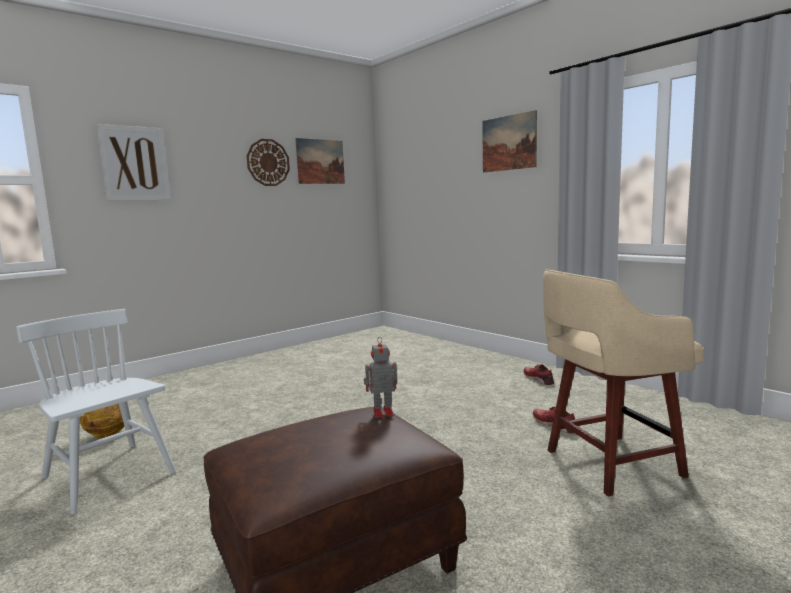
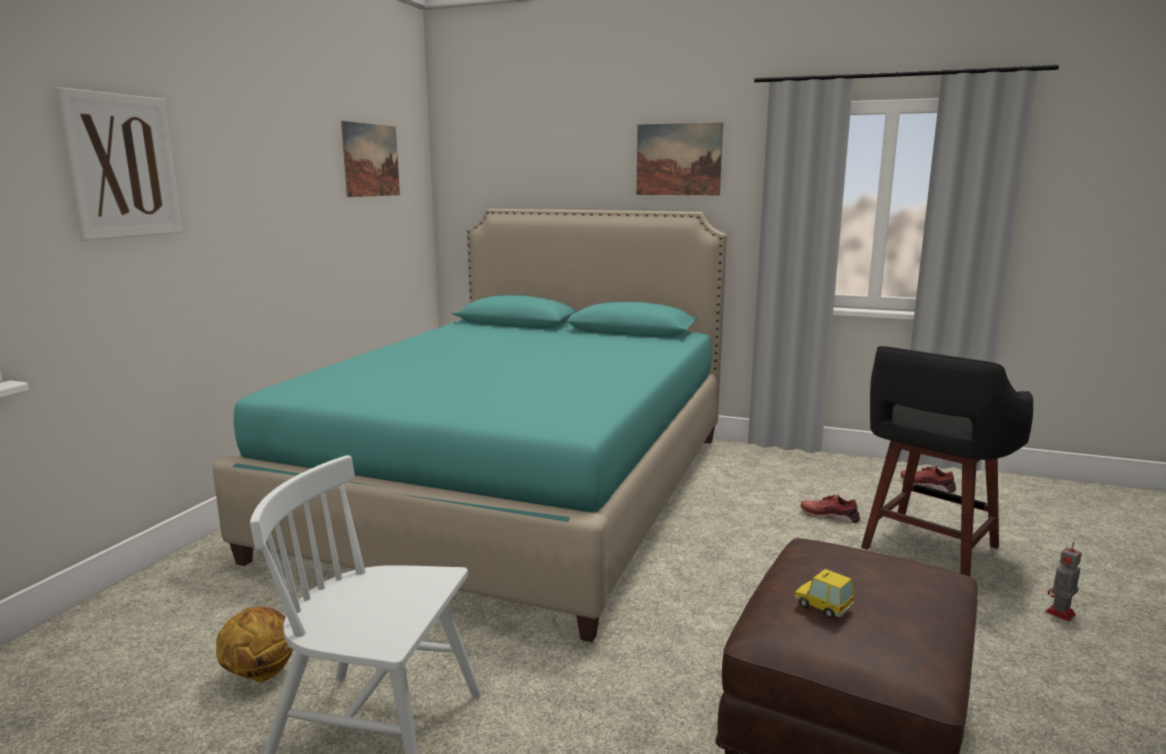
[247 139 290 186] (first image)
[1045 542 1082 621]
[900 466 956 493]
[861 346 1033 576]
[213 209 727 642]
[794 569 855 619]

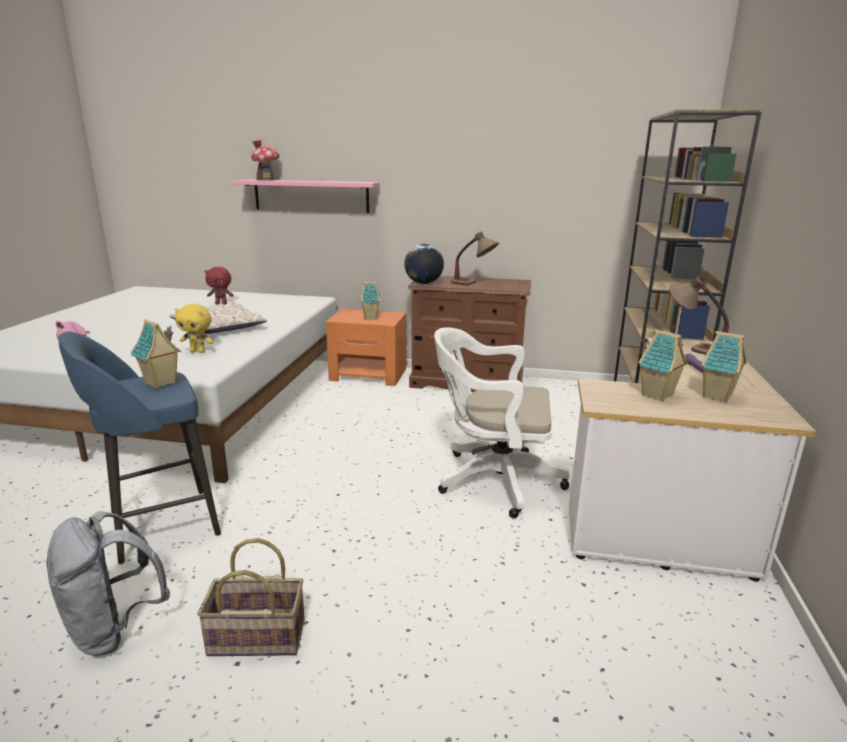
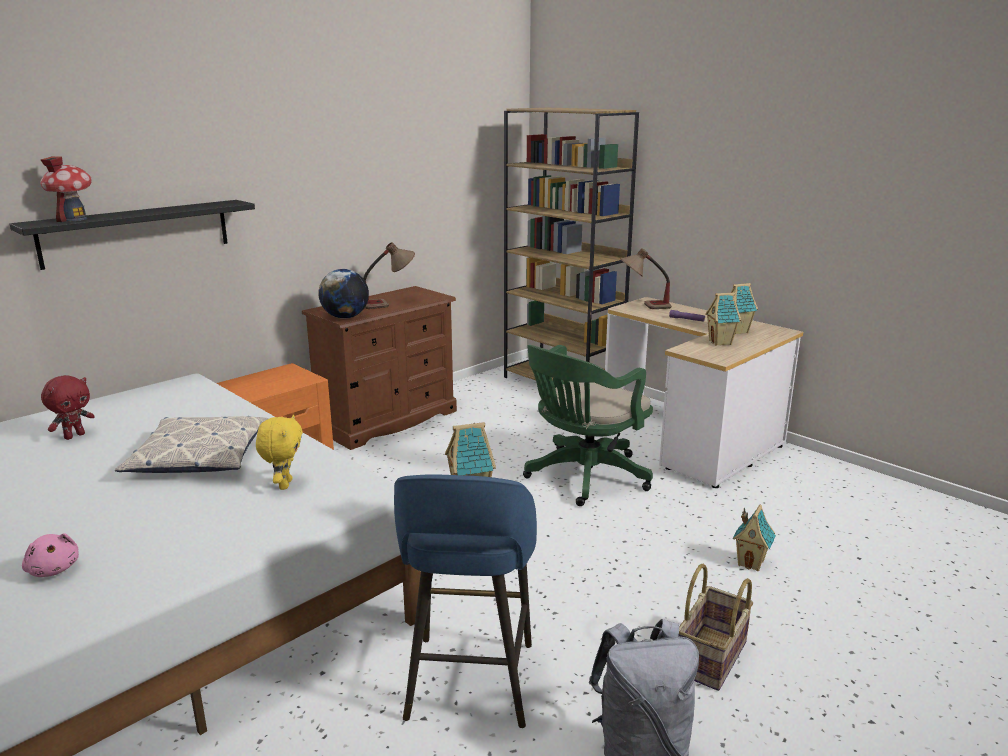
[256 415 303 490]
[9 200 255 270]
[733 505 776 571]
[523 345 653 506]

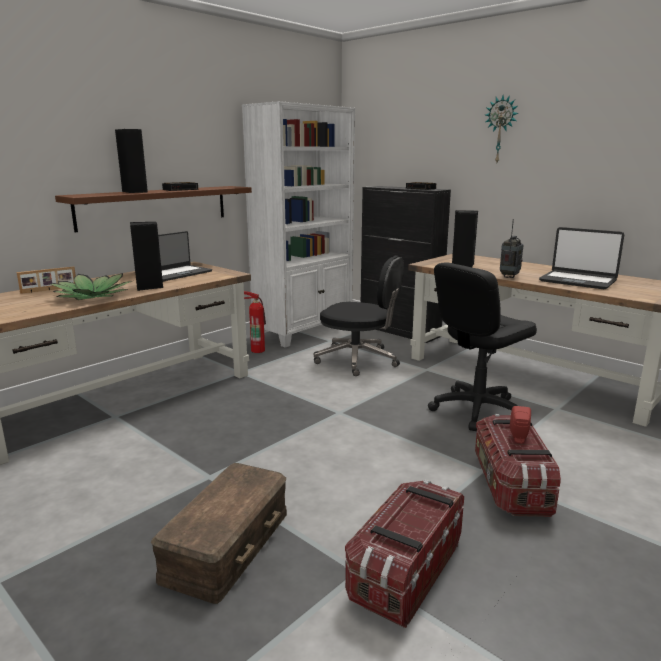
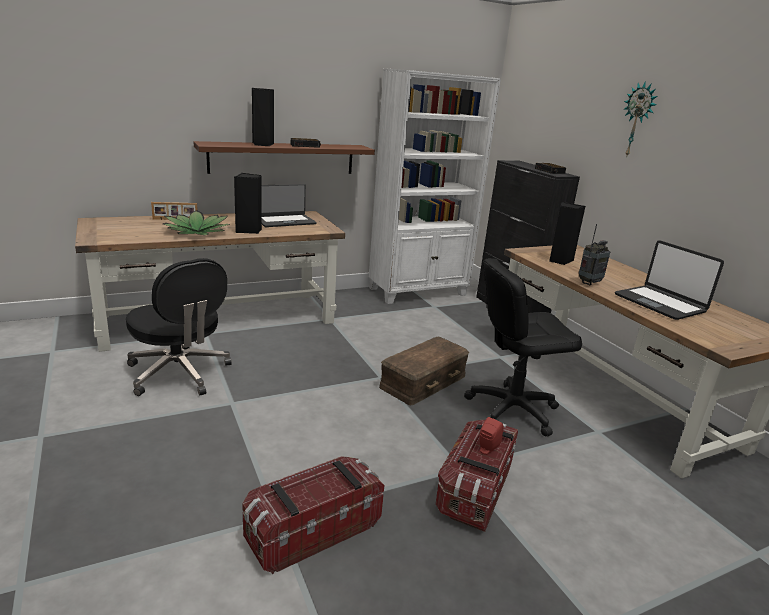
[379 337 469 405]
[244 291 266 353] (first image)
[126 258 232 396]

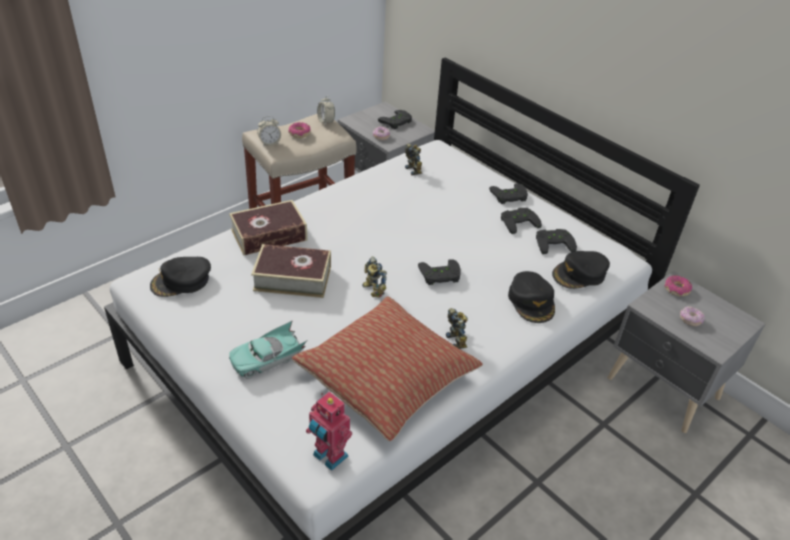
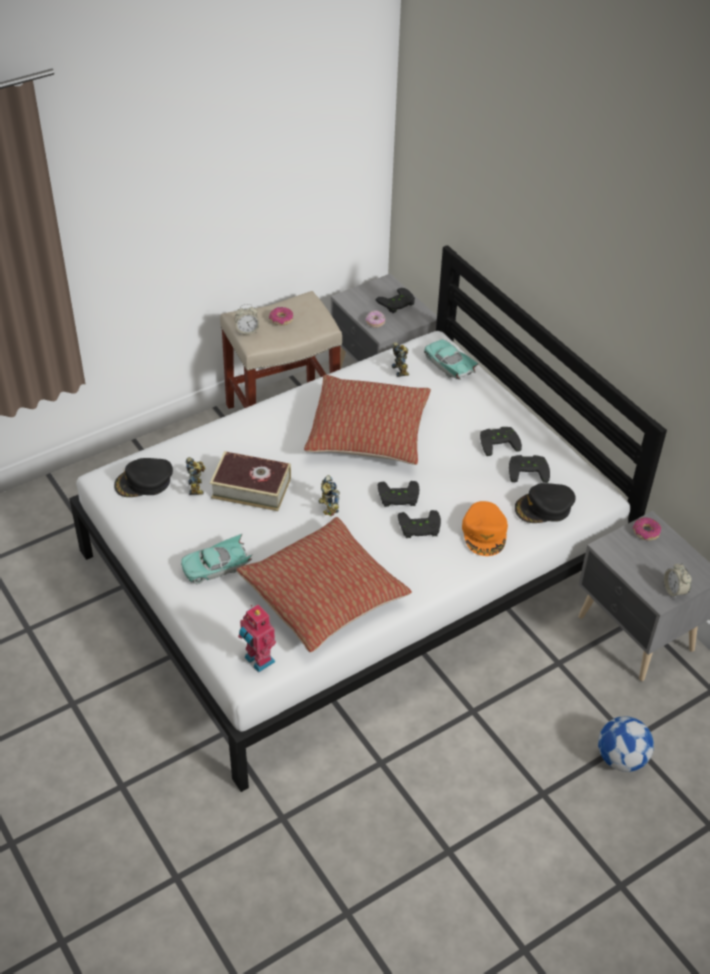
[229 200 308 256] (first image)
[664 563 692 599]
[186 457 206 495]
[397 510 441 538]
[462 501 508 556]
[680 306 705 326] (first image)
[304 375 431 465]
[424 339 479 380]
[598 716 654 772]

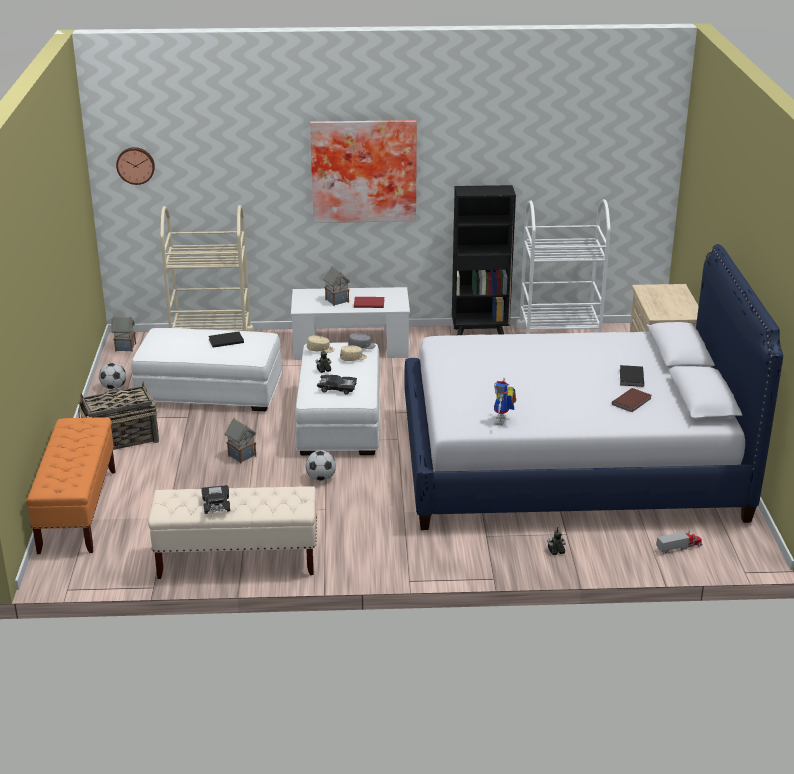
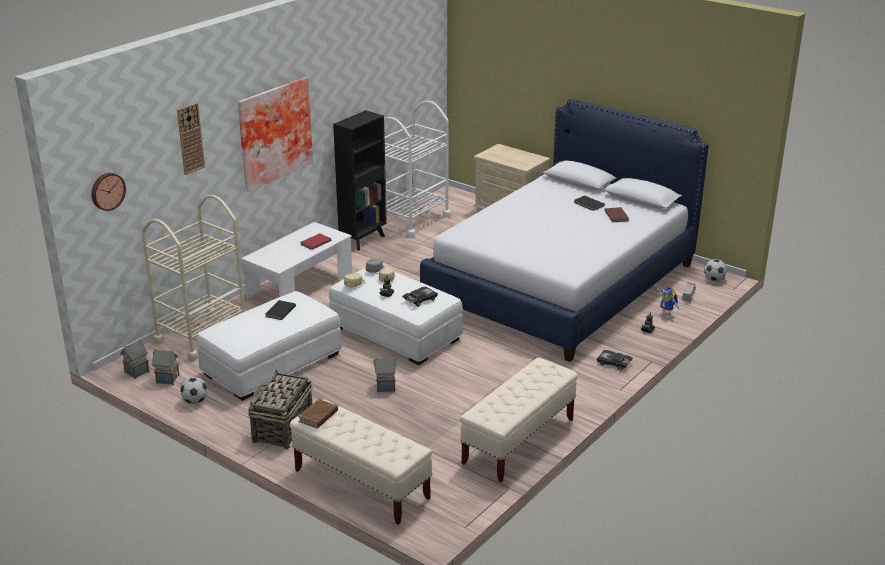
[290 399 432 525]
[597 350 633 370]
[704 259 727 281]
[152 349 180 385]
[657 286 680 319]
[177 103 205 175]
[298 399 338 429]

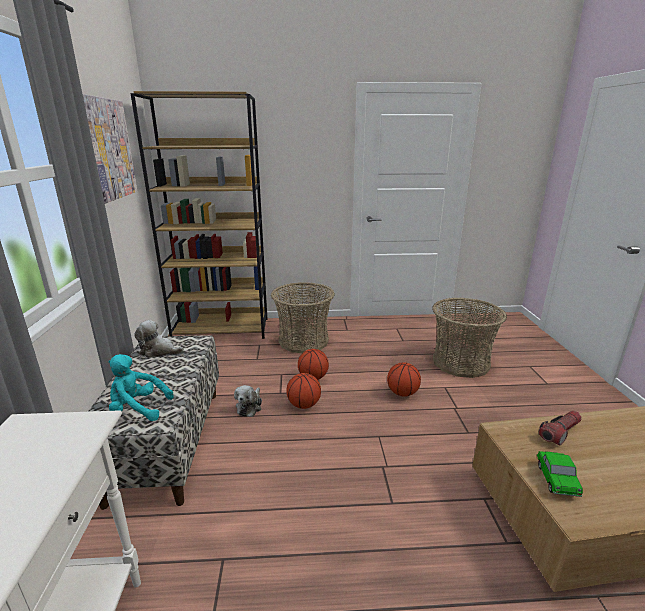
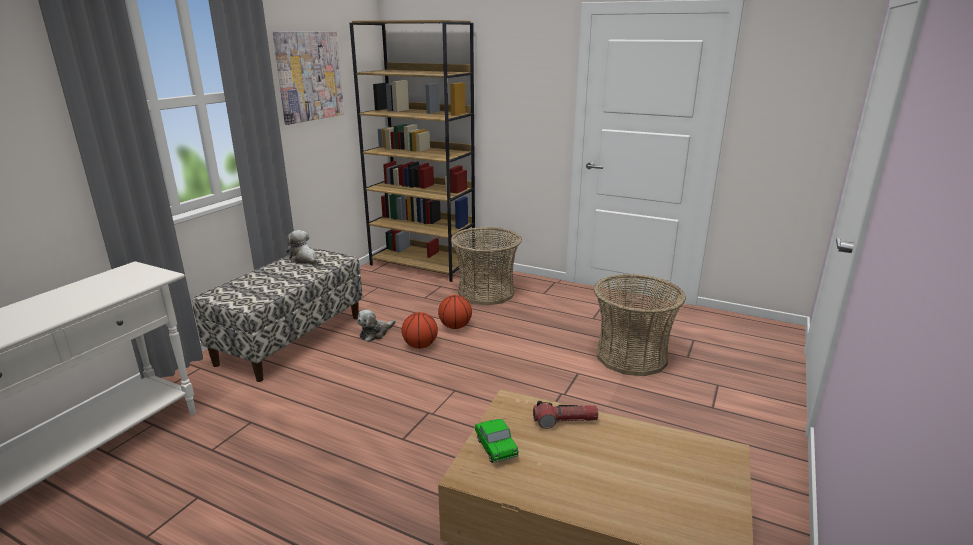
[109 354 174 421] (first image)
[387 362 421 397] (first image)
[475 419 519 463]

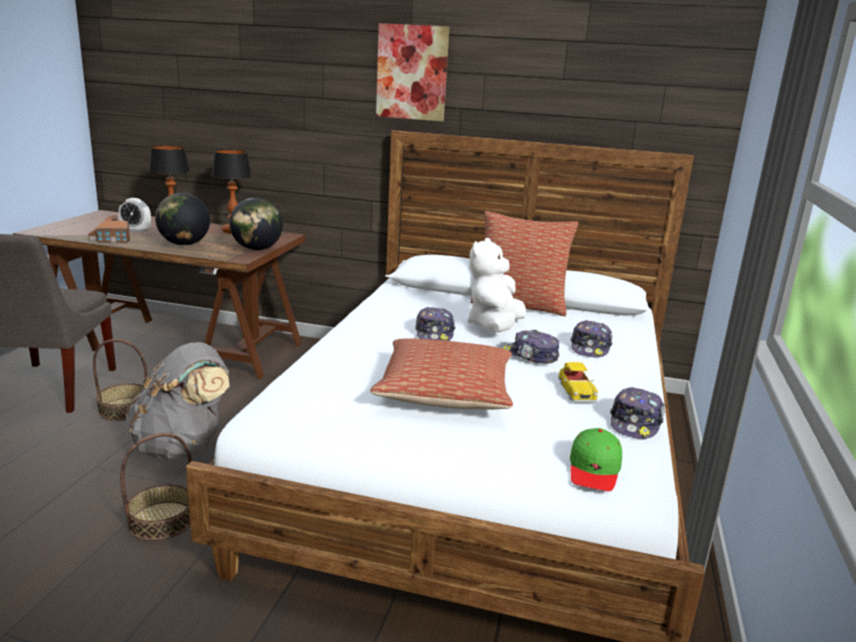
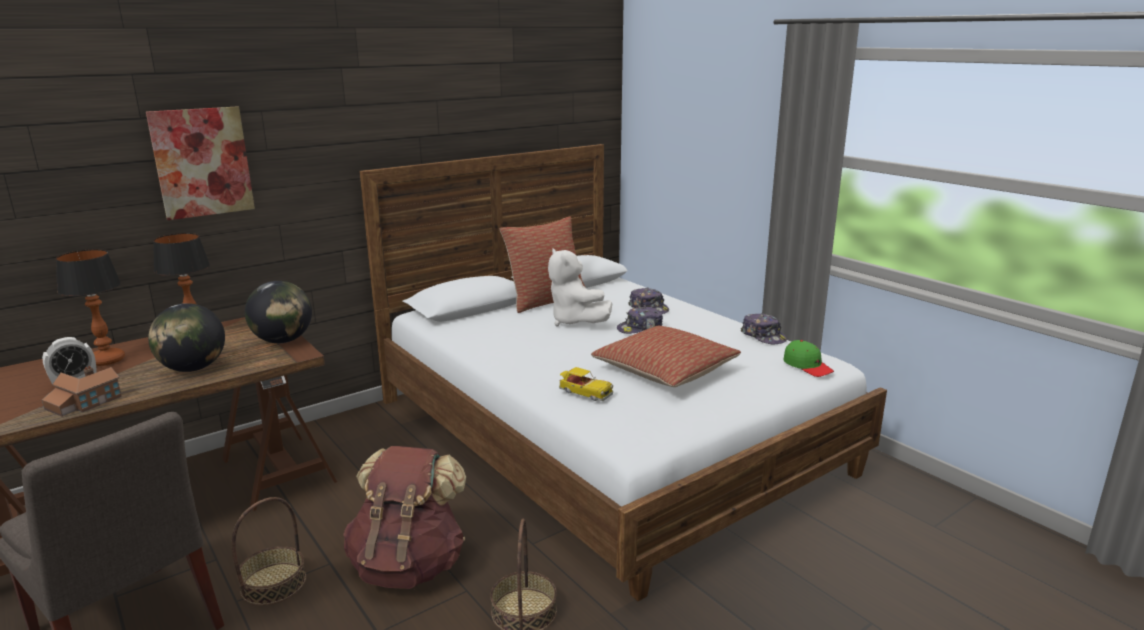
[343 446 466 589]
[146 106 255 220]
[415 306 456 341] (first image)
[559 367 613 401]

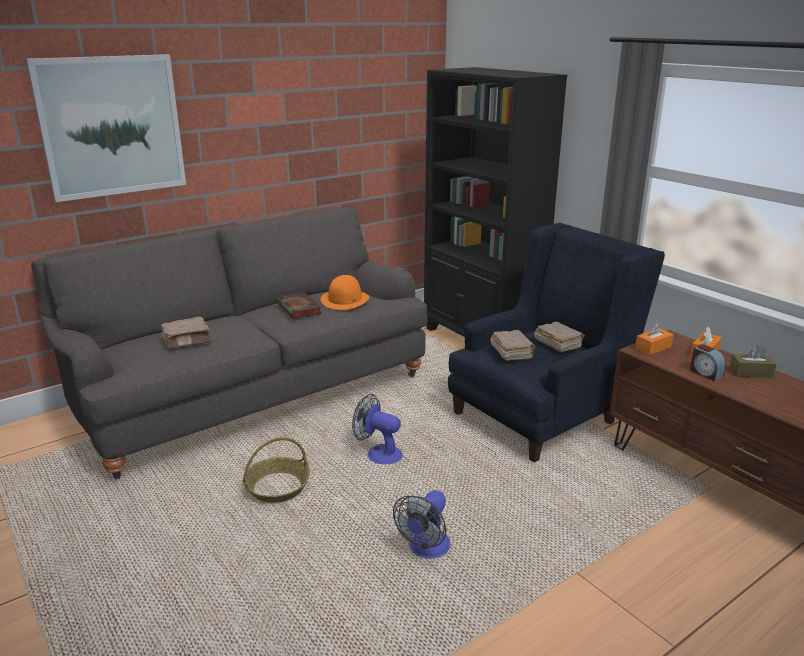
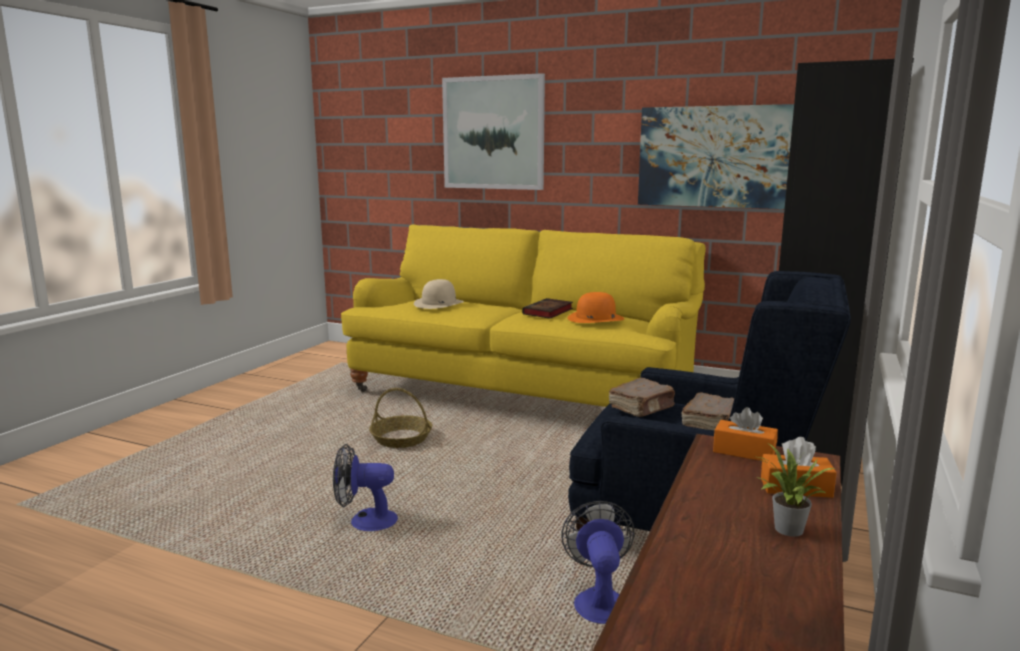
[341 224 706 407]
[414 279 464 309]
[561 501 635 624]
[690 344 726 381] (first image)
[755 444 836 537]
[638 104 794 209]

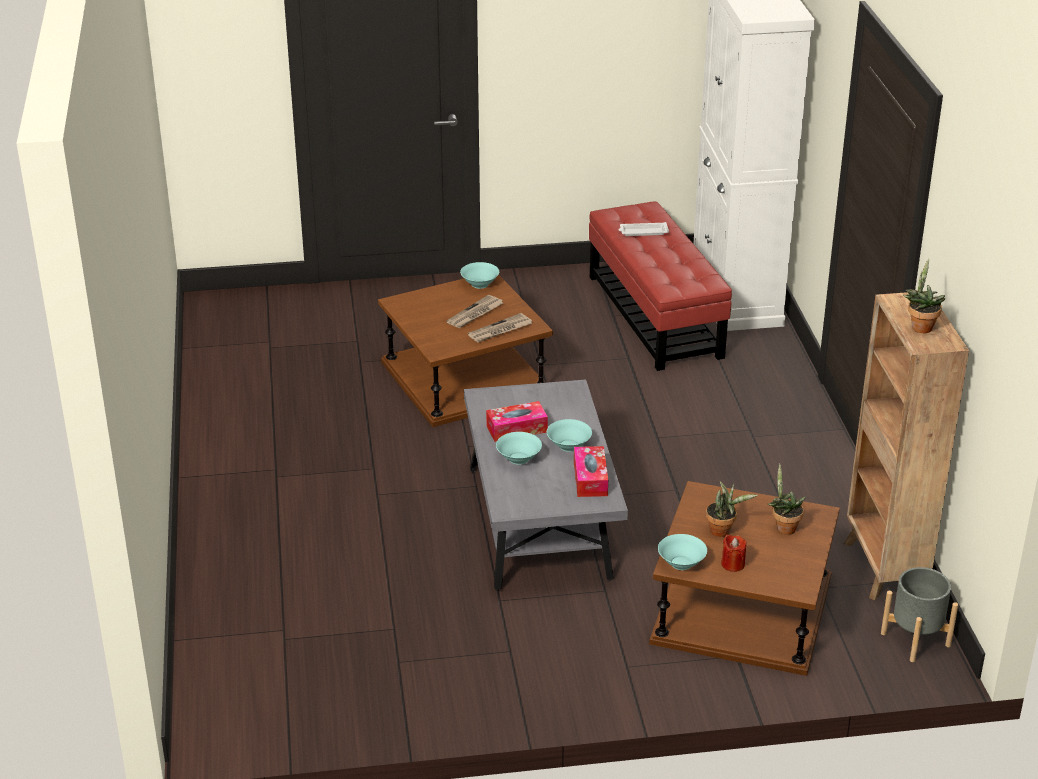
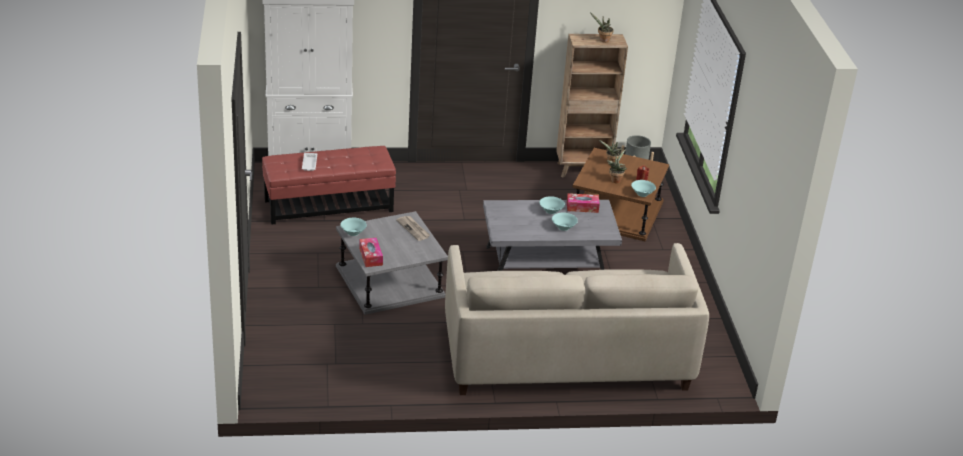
[336 211 448 315]
[446 295 503 328] (first image)
[359 238 383 267]
[445 243 709 395]

